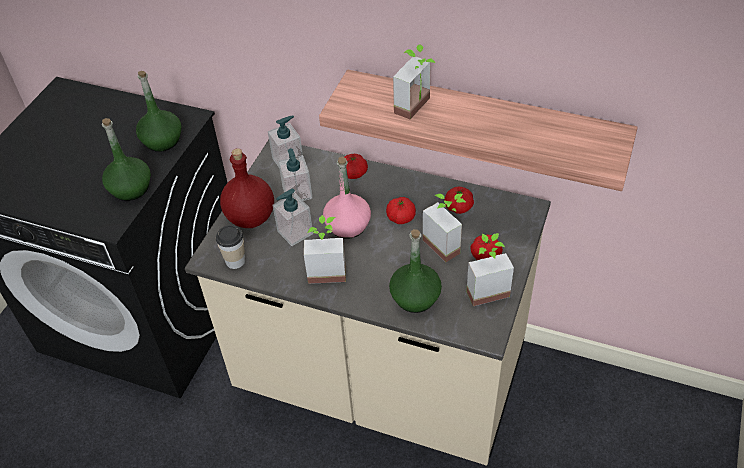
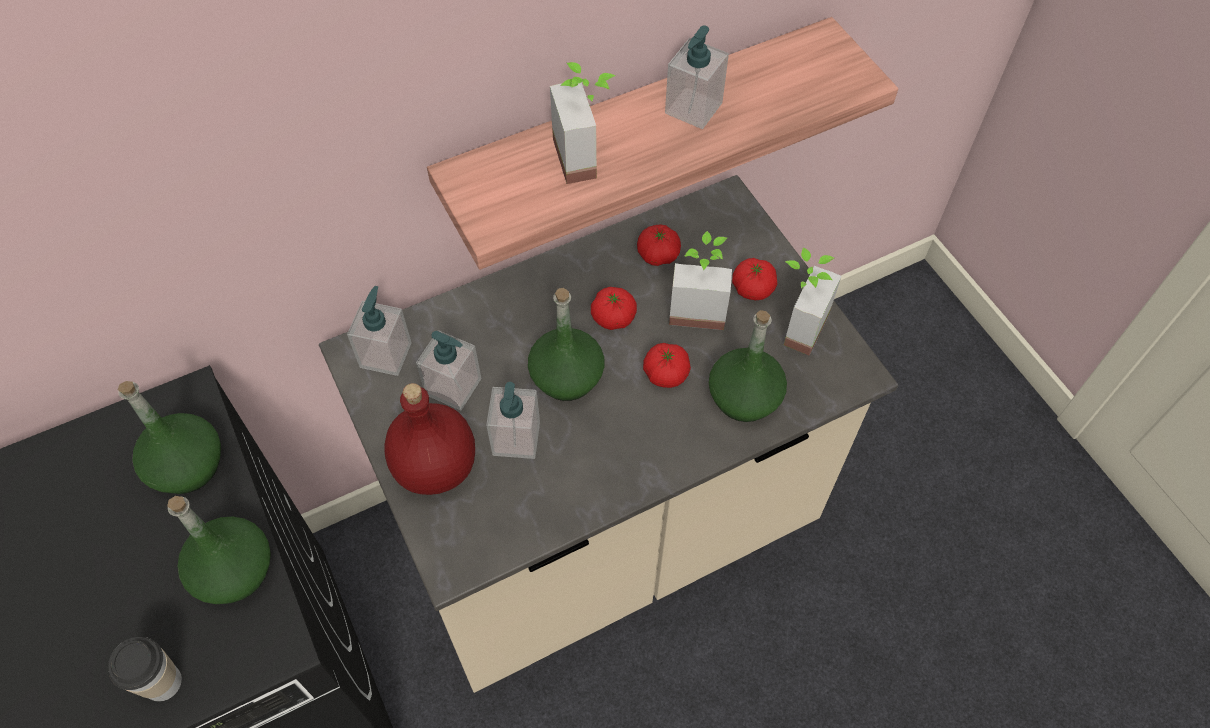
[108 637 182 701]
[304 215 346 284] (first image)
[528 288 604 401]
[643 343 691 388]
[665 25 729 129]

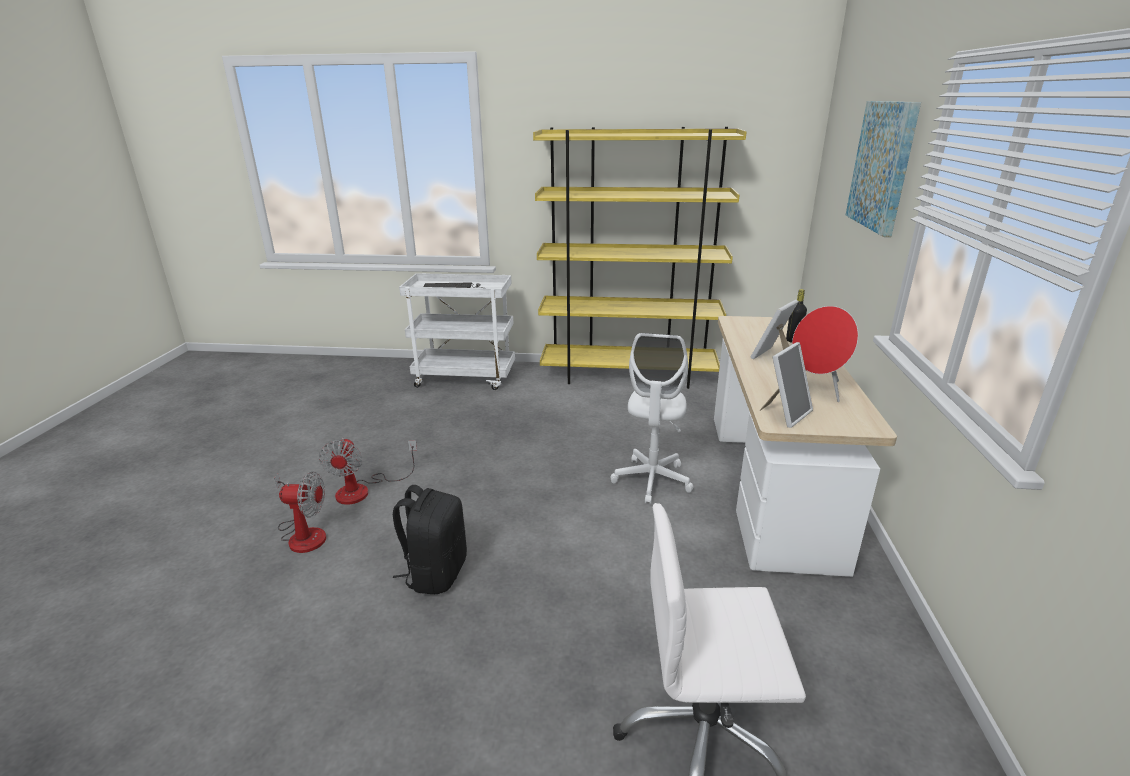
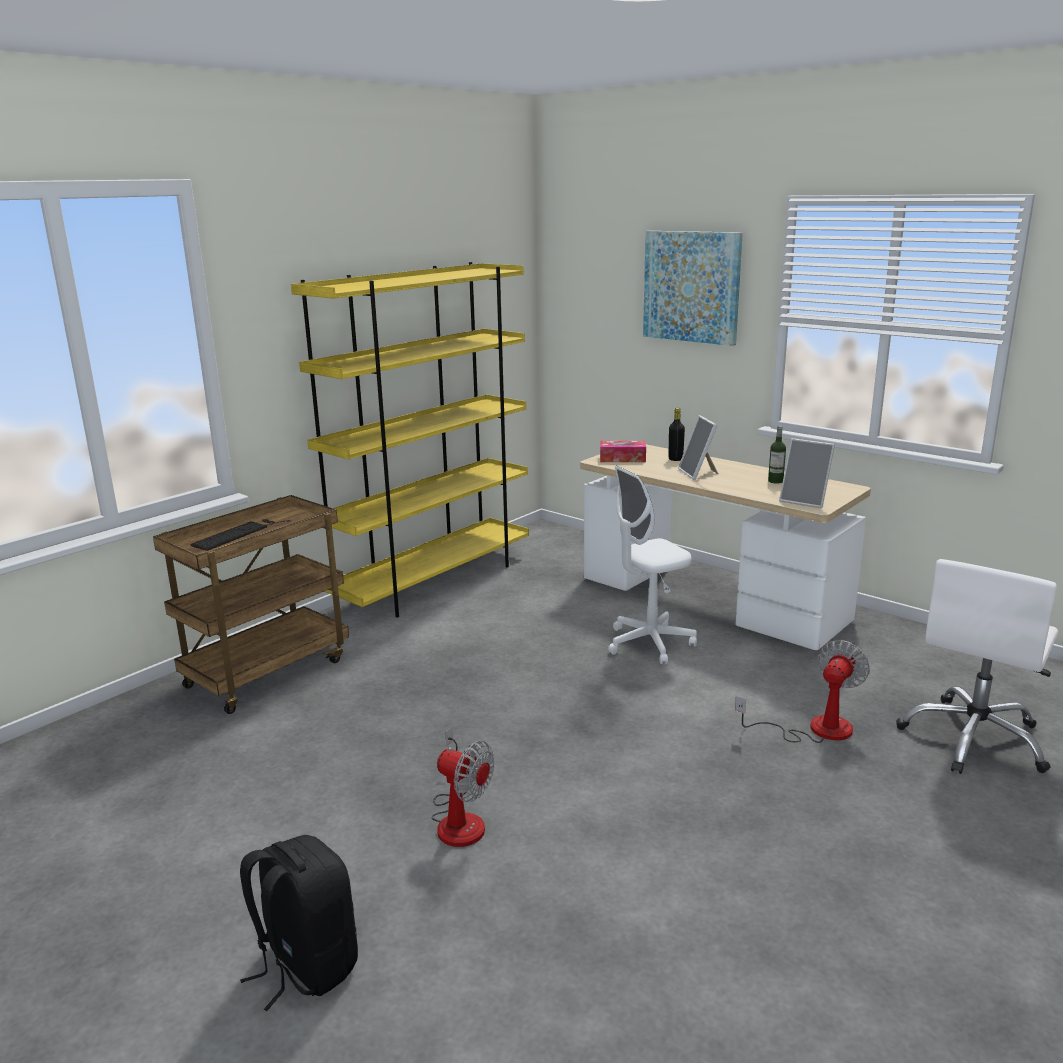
[735 640 870 743]
[240 835 358 1011]
[153 495 349 714]
[608 466 697 664]
[779 438 835 508]
[768 426 786 484]
[600 441 646 462]

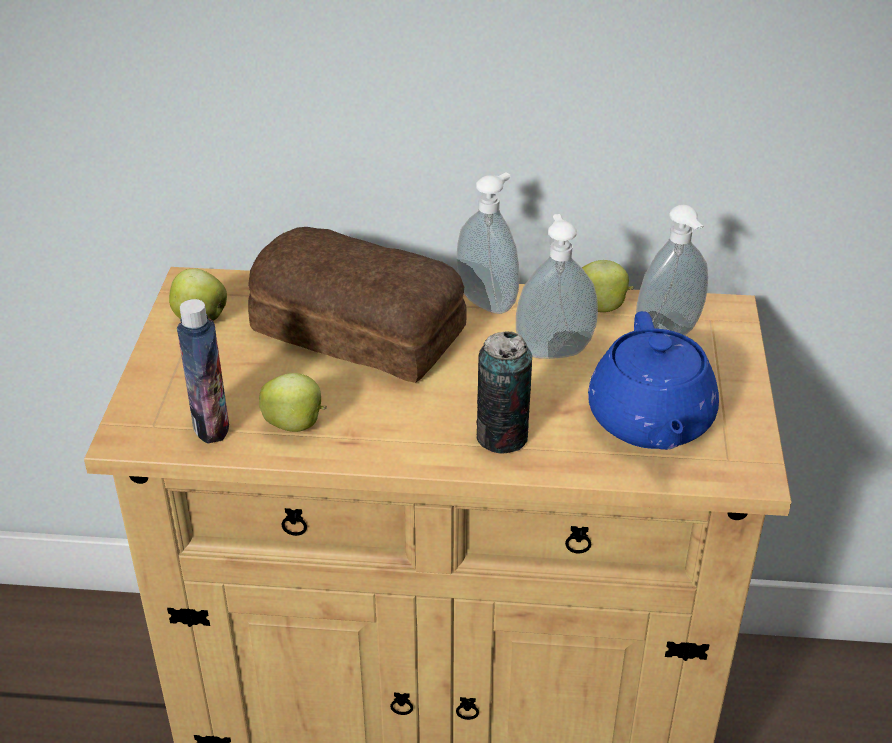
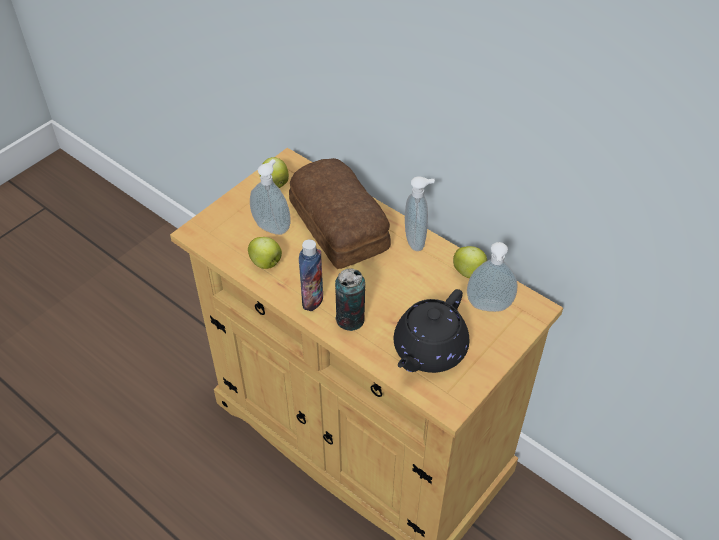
[299 239 323 311]
[250 159 291 235]
[394 289 470 373]

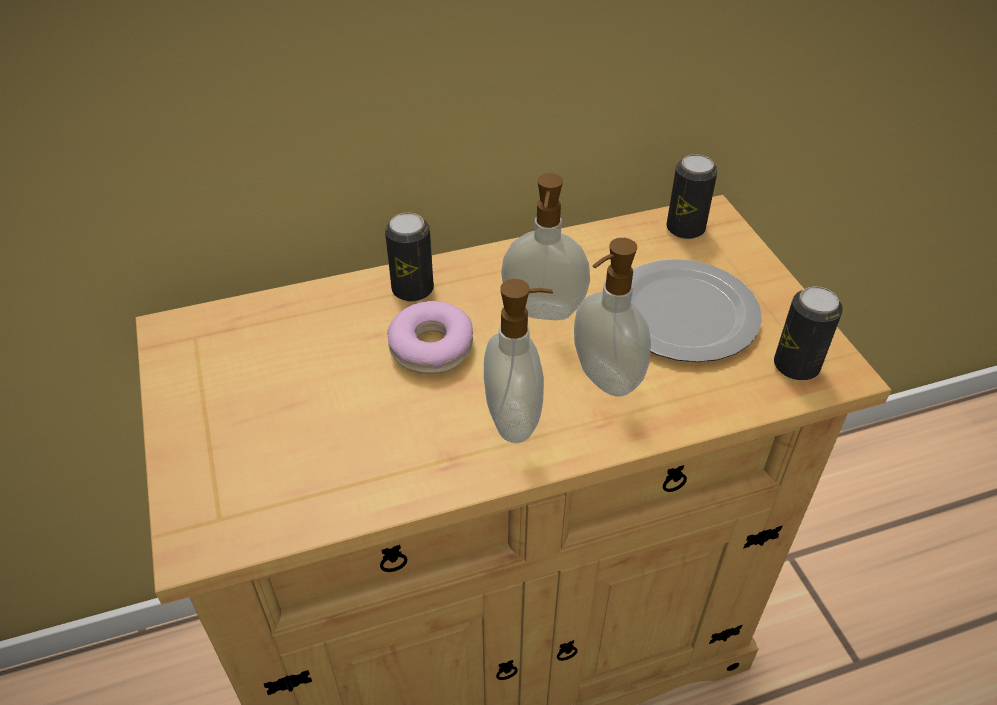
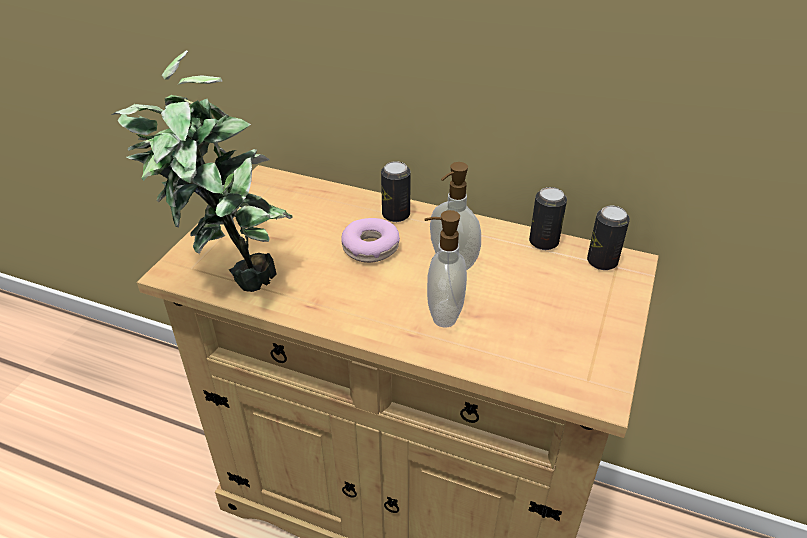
[484 279 553 443] (first image)
[631 259 762 362] (first image)
[529 187 567 250]
[112 50 293 292]

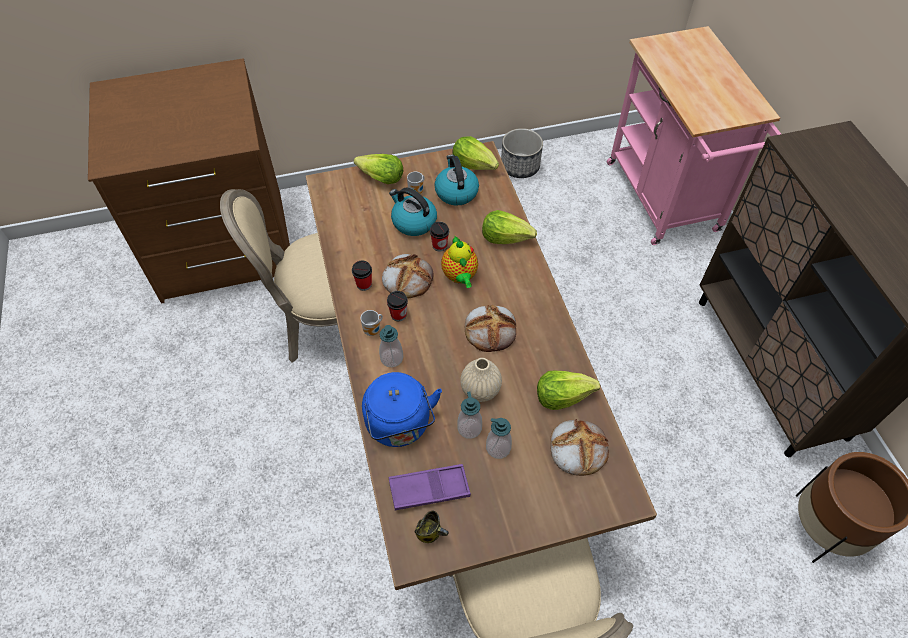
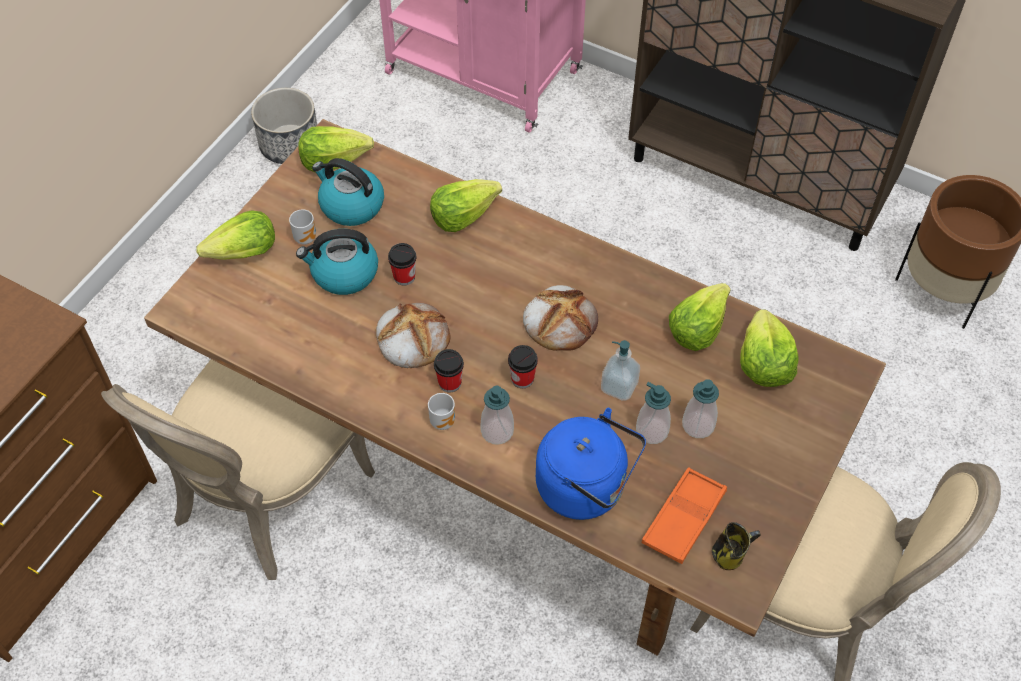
[508 345 538 388]
[642 467 727 564]
[441 236 478 288] (first image)
[601 340 640 401]
[740 310 798 387]

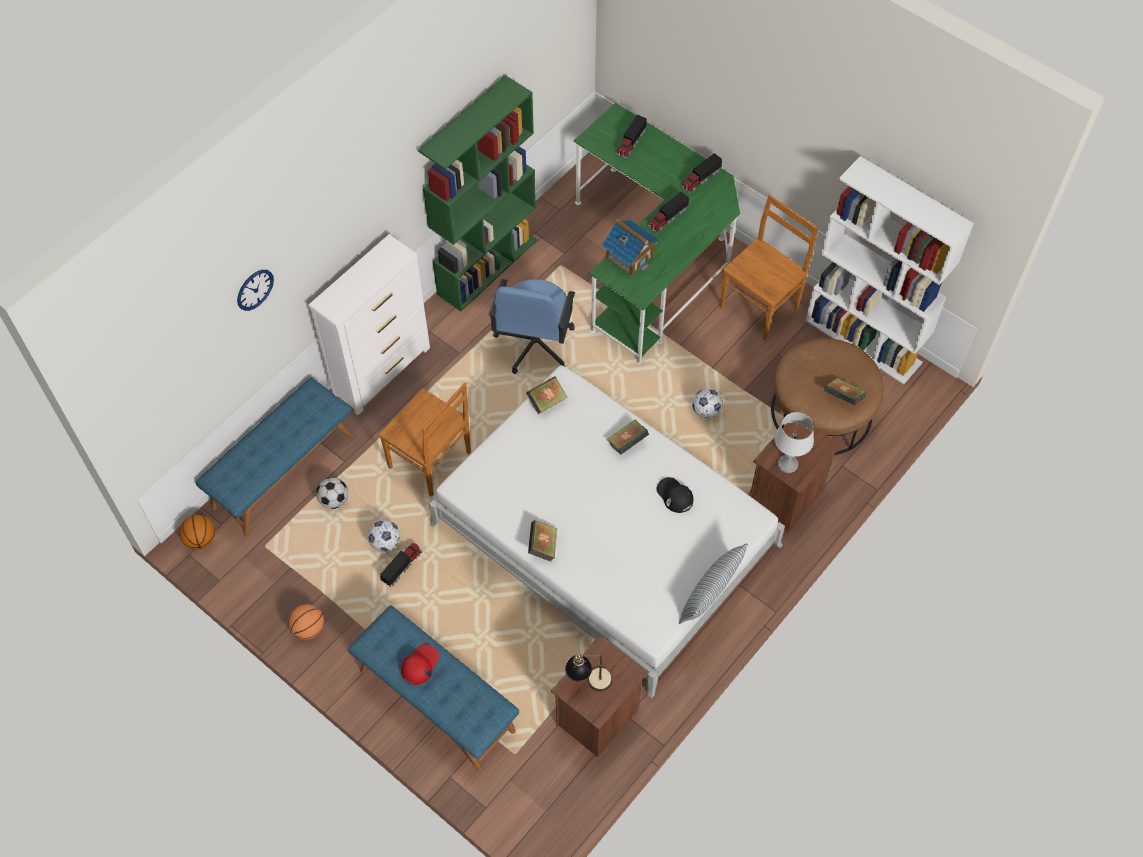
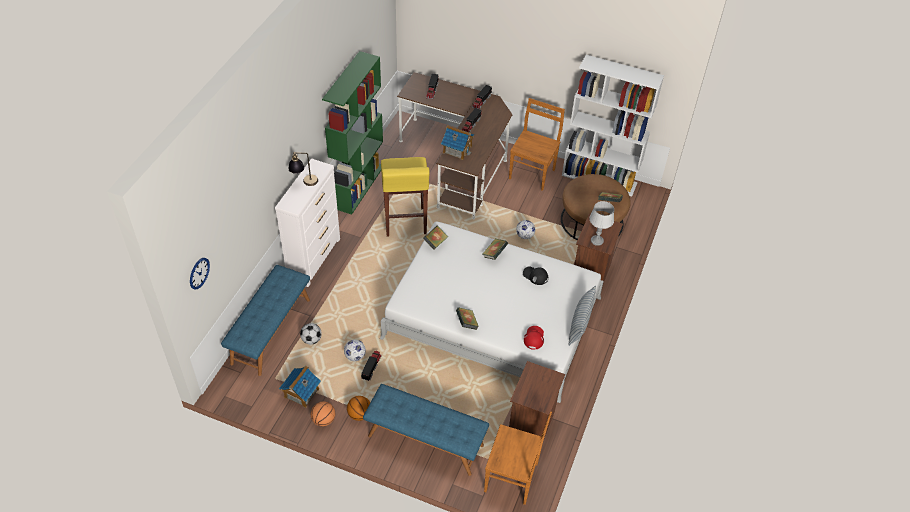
[347 396 370 421]
[190 258 210 289]
[484 411 552 505]
[524 326 544 350]
[381 157 430 236]
[288 152 318 186]
[397 72 512 220]
[279 365 321 408]

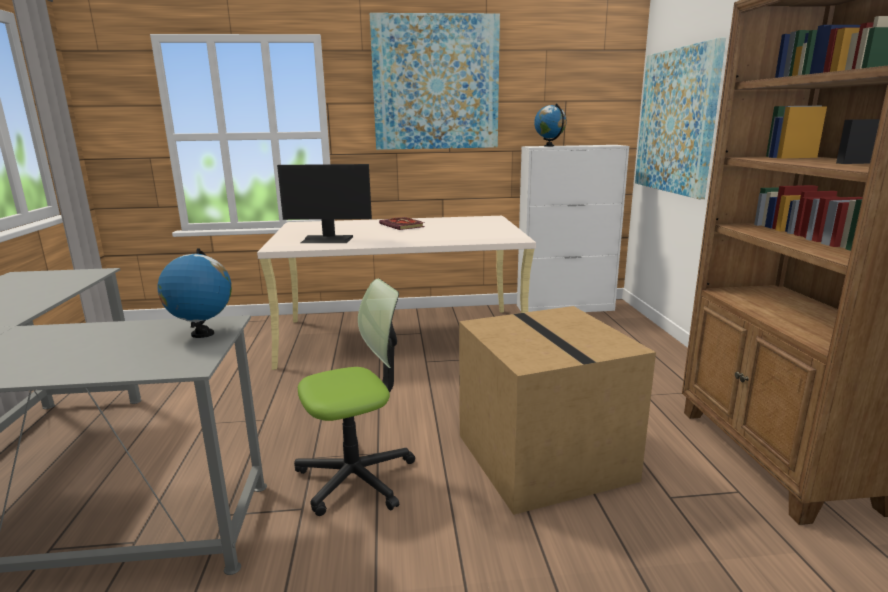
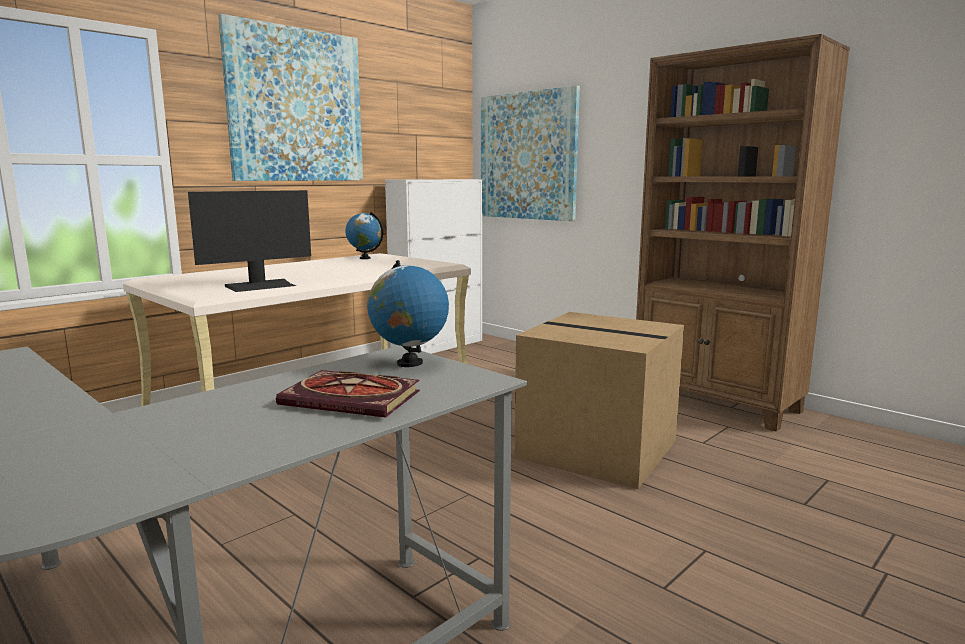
[294 278 415 516] (first image)
[276 370 420 418]
[345 212 383 259]

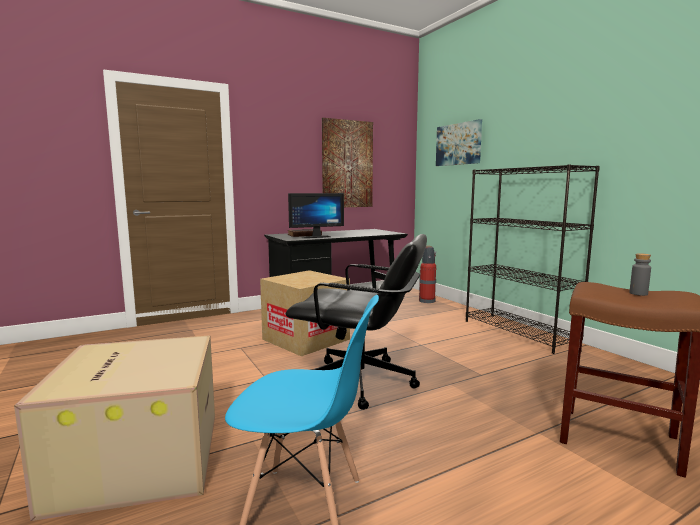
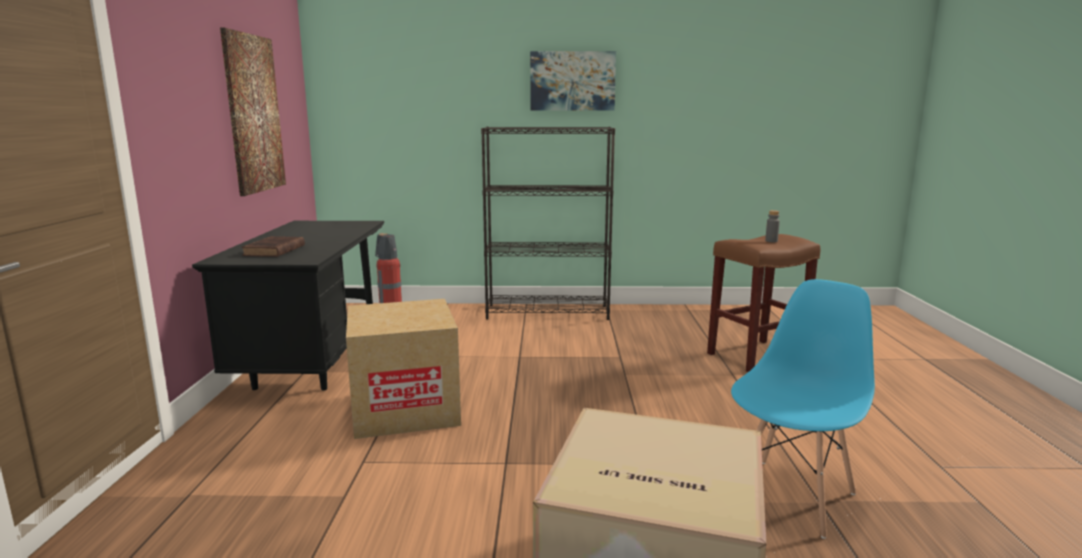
[286 234 427 410] (first image)
[288 193 344 238] (first image)
[530 51 616 110]

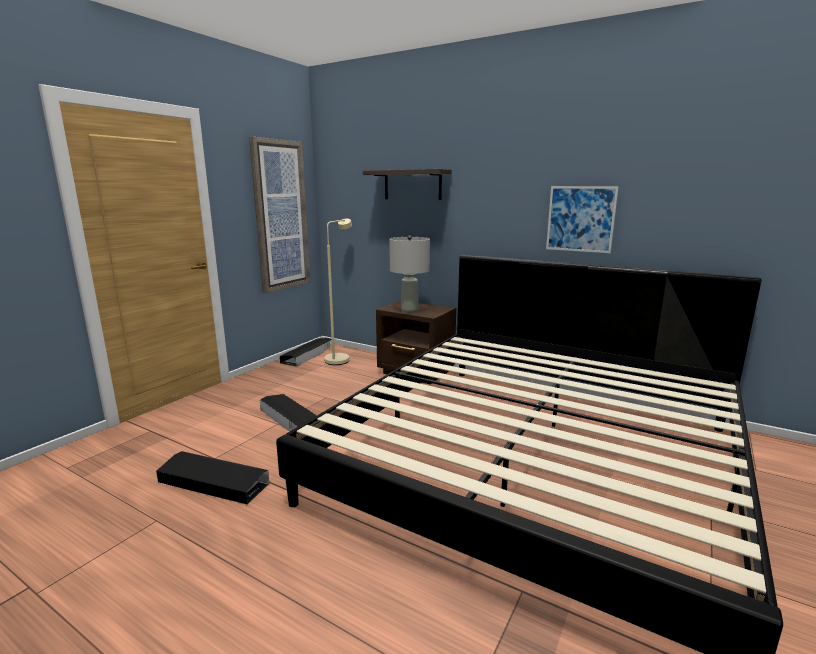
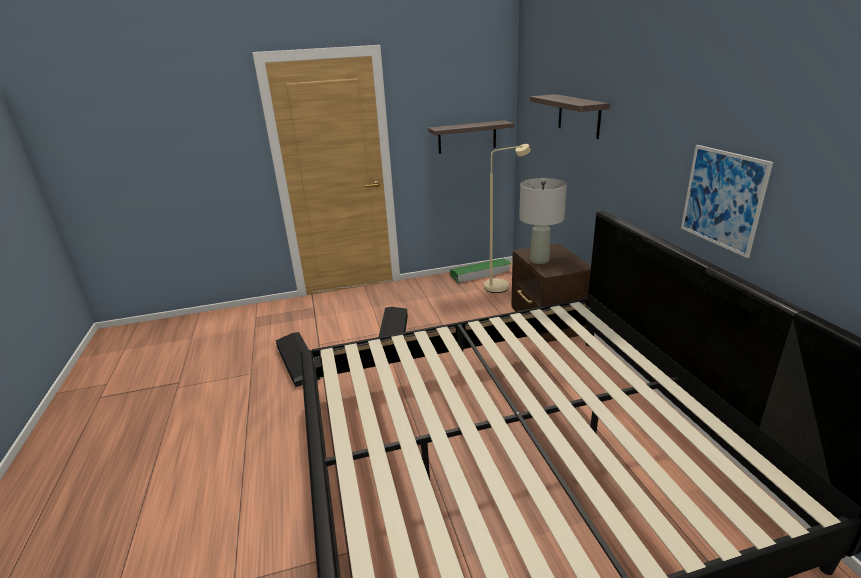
[428 120 514 154]
[450 258 512 283]

